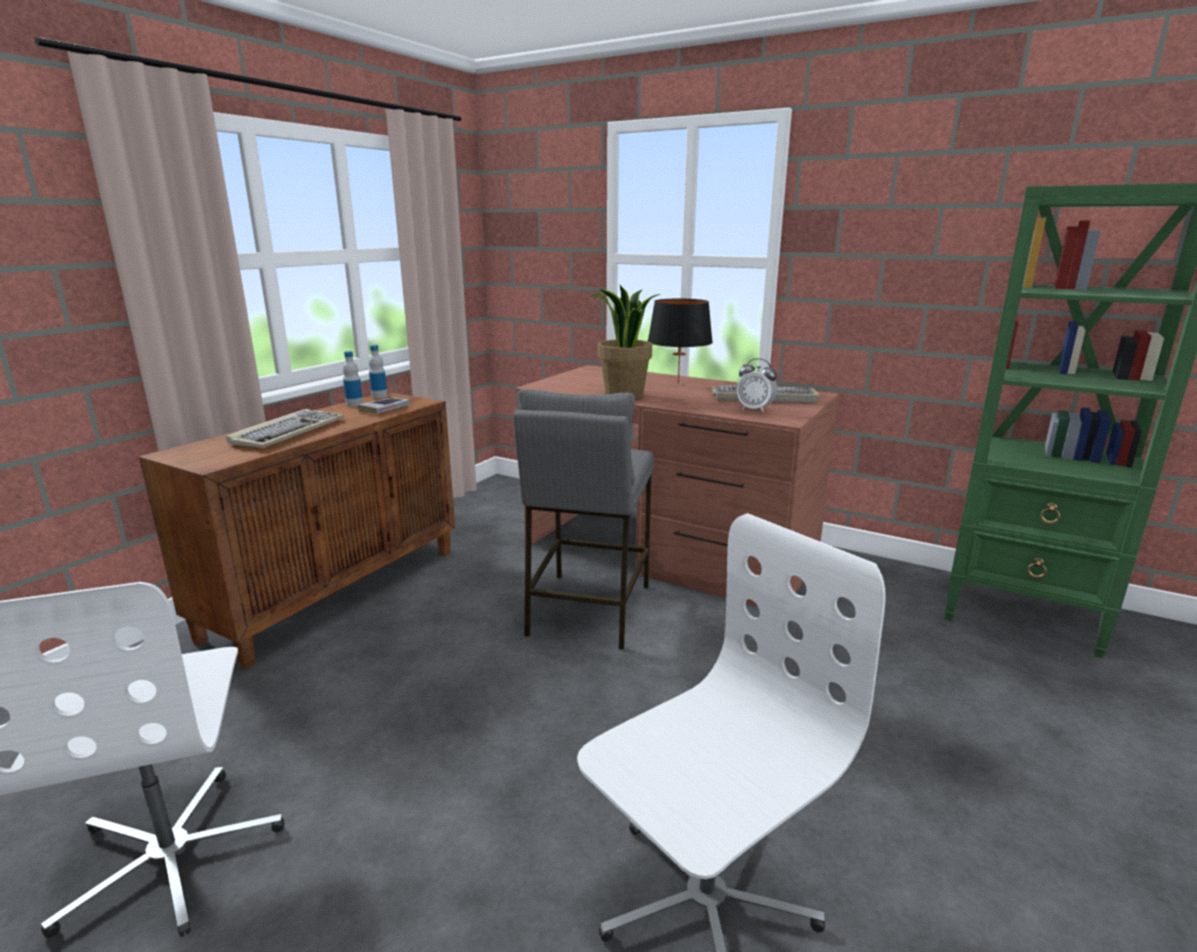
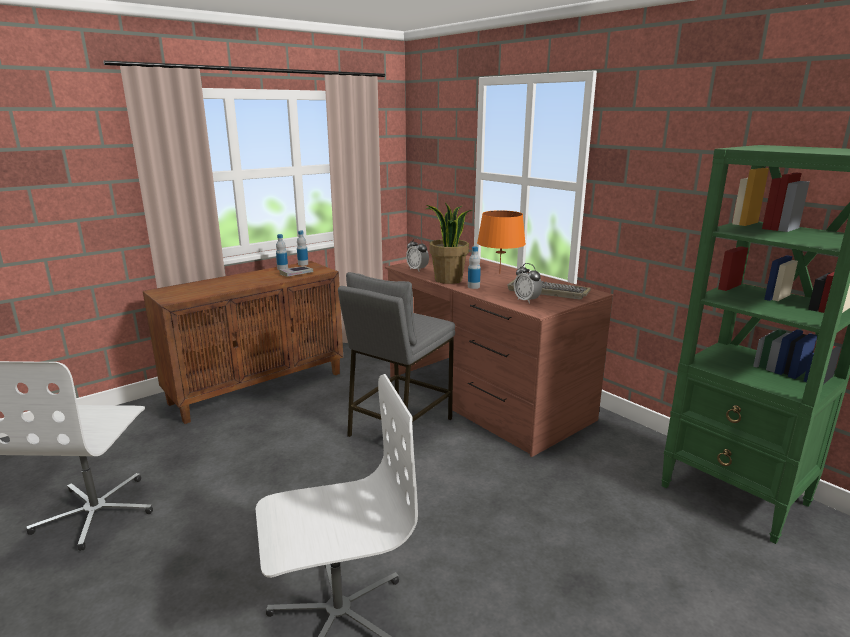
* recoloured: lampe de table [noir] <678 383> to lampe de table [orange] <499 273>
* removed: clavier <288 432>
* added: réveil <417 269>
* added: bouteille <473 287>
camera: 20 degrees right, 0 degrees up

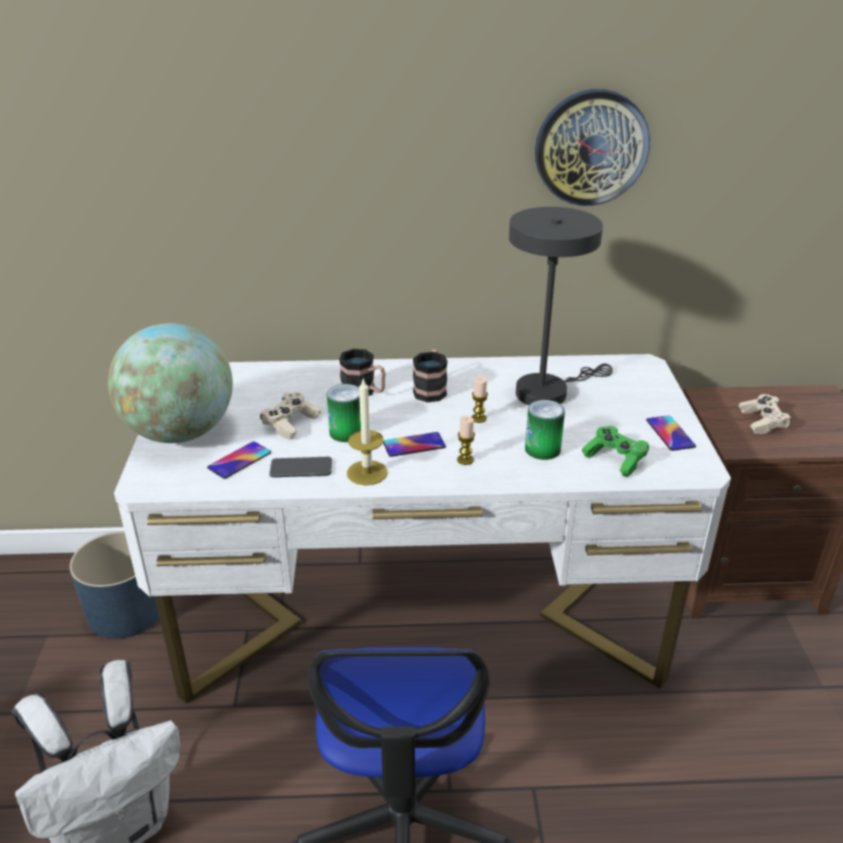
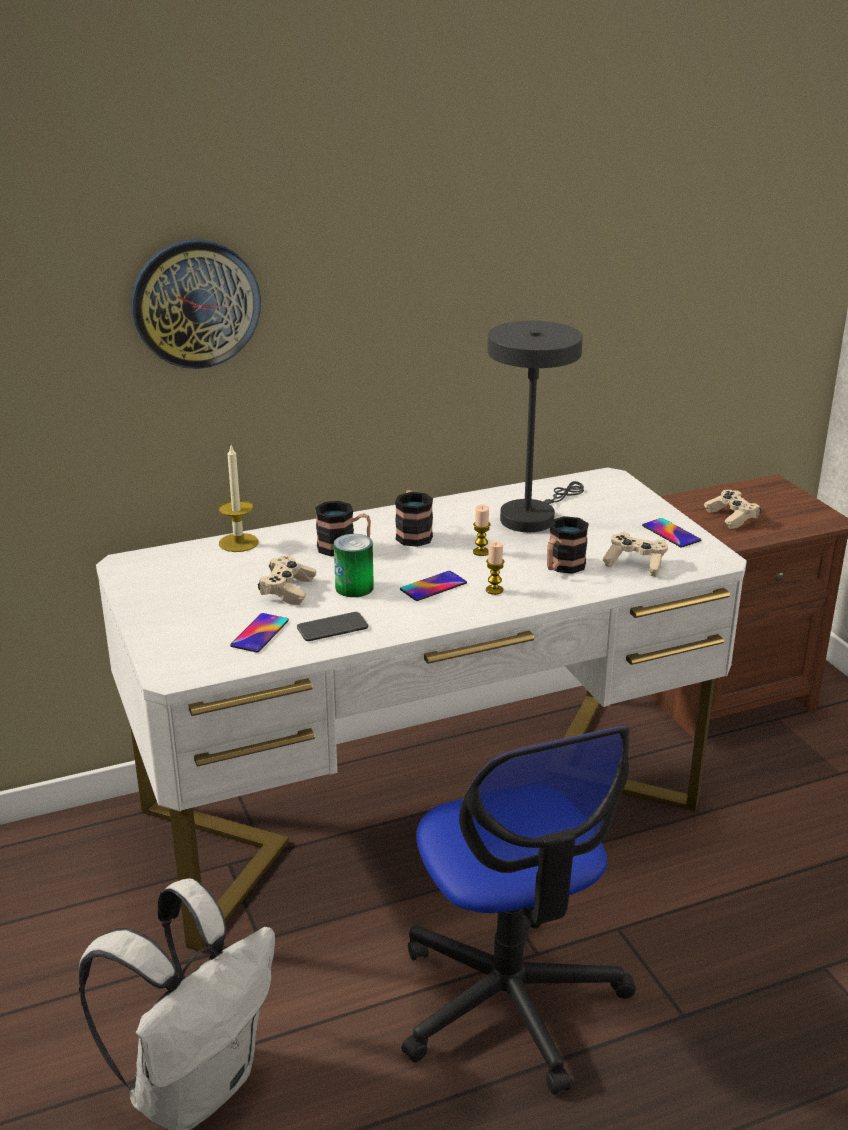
* moved: horloge murale <591 148> to <195 303>
* removed: globe <180 432>
* moved: bougie <367 473> to <238 542>
* replaced: boîte métallique <542 449> to mug <562 567>
* recoloured: manette [vert] <615 459> to manette [beige] <635 564>
* removed: cache-pot [bleu] <126 611>
camera: 20 degrees left, 5 degrees down

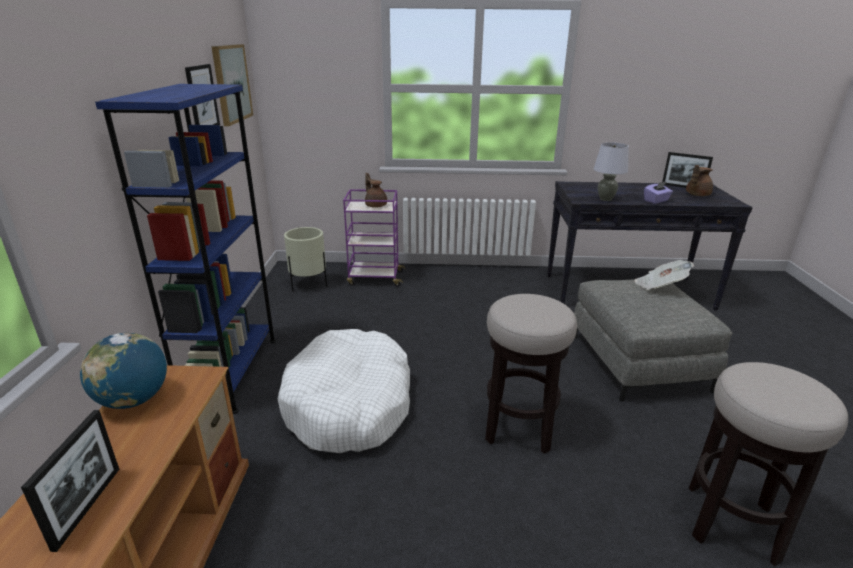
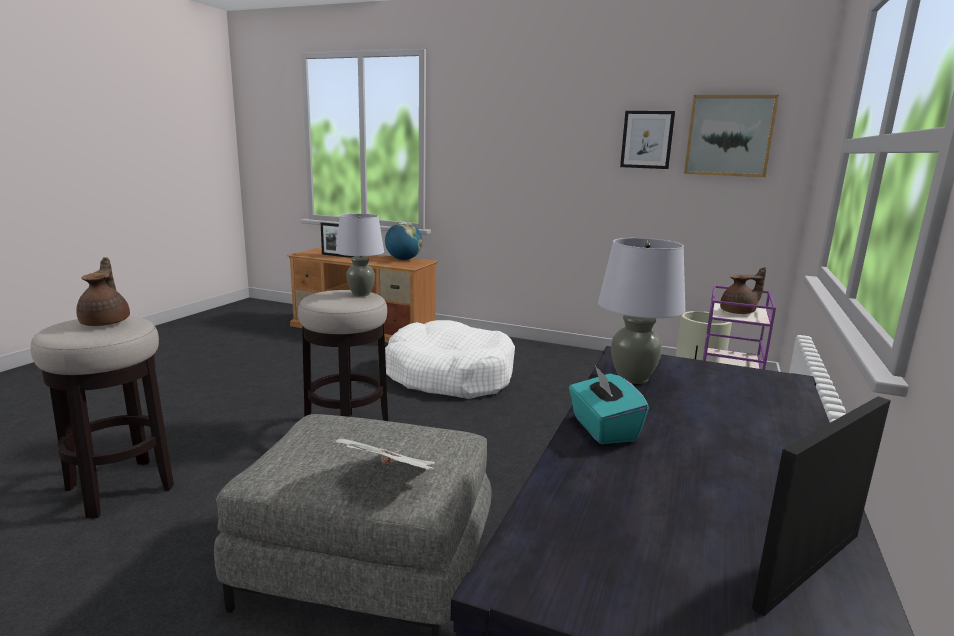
* removed: bibliothèque [bleu] <231 372>
* moved: théière [marron] <696 194> to <106 322>
* recoloured: boîte à mouchoirs [violet] <656 201> to boîte à mouchoirs [turquoise] <602 429>
* added: lampe de table [gris] <361 294>
camera: 110 degrees right, 10 degrees down

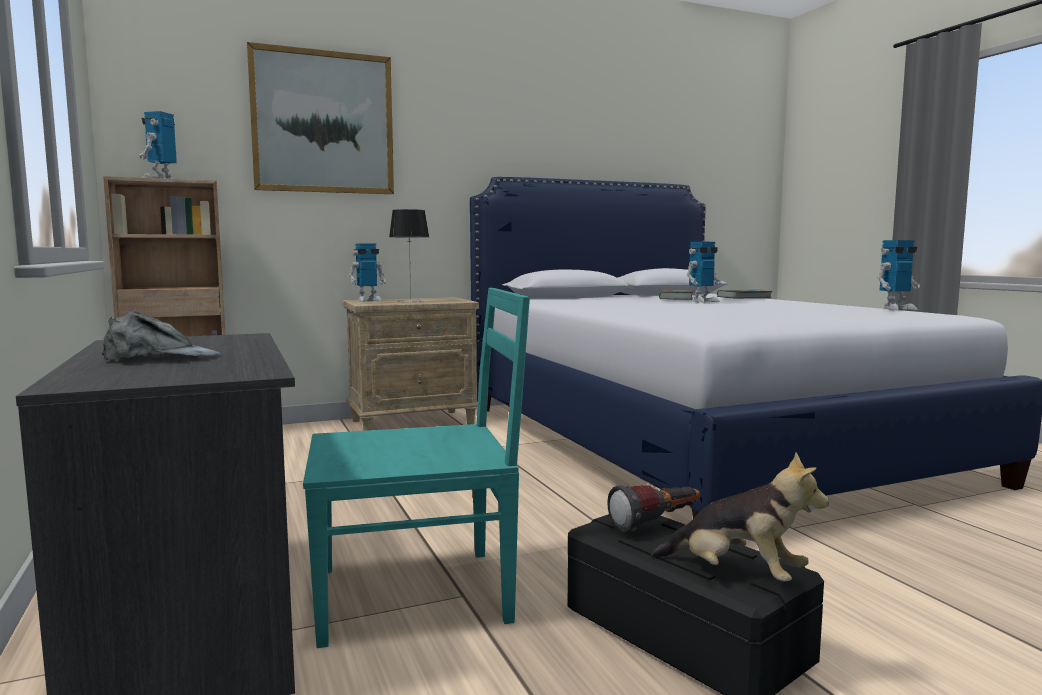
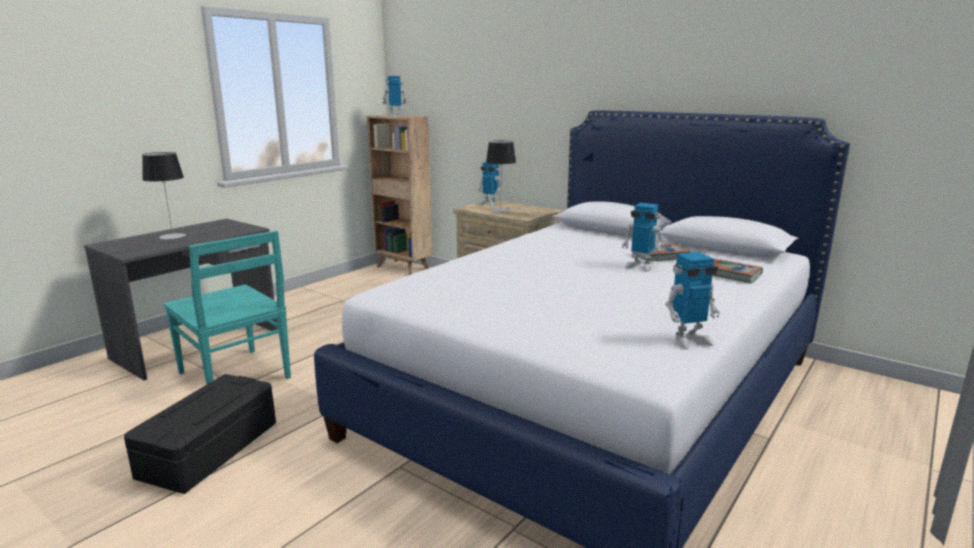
* removed: tableau <323 122>
* turned: robot jouet <896 309> = <689 340> 60 degrees counterclockwise
* replaced: casquette [gris] <163 357> to lampe de table <172 236>
* removed: peluche <737 575>
* removed: lampe de poche <657 524>
camera: 60 degrees right, 10 degrees up

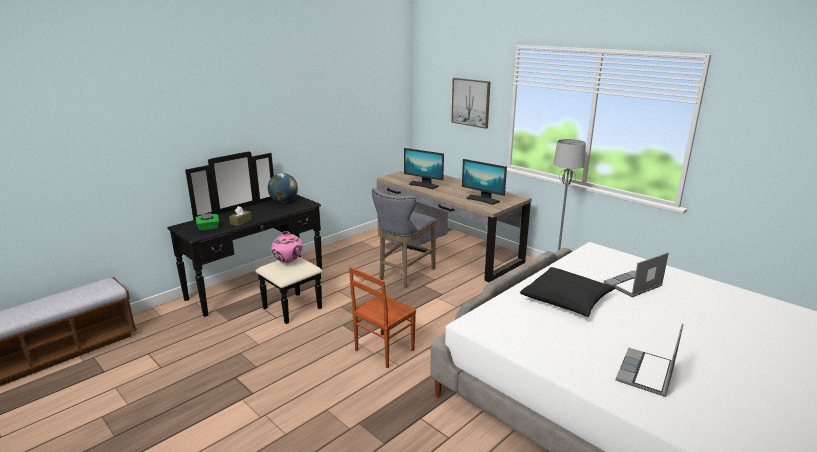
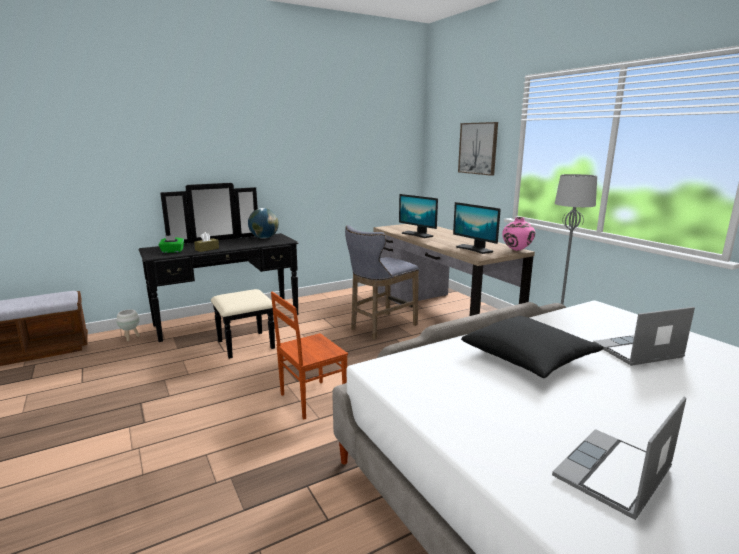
* moved: vase [rose] <288 262> to <517 250>
* added: cache-pot [blanc] <131 338>
camera: 15 degrees right, 5 degrees down

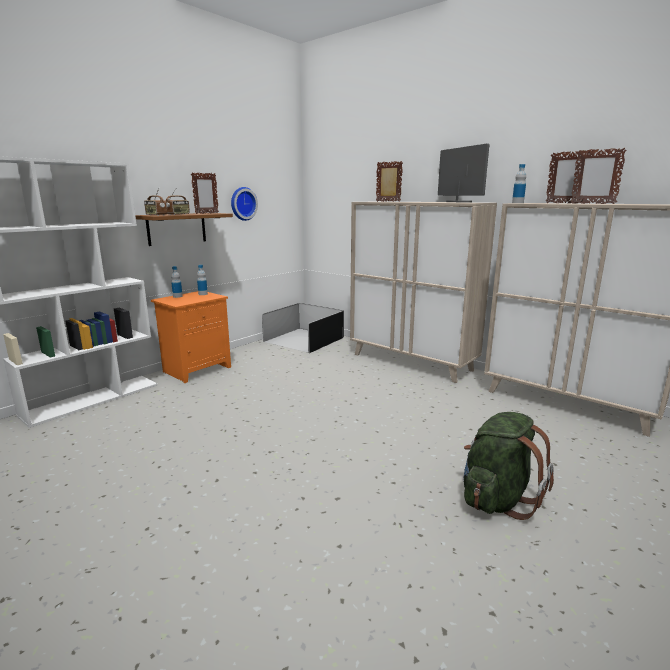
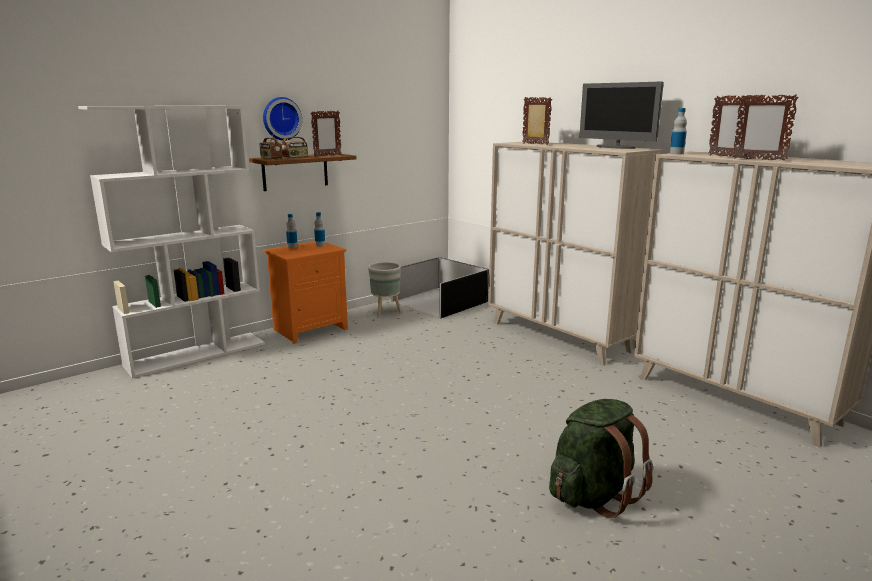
* turned: écran d'ordinateur <458 202> = <616 147> 150 degrees clockwise
* moved: horloge murale <242 203> to <281 118>
* added: cache-pot [gris] <385 313>
camera: 10 degrees right, 0 degrees up

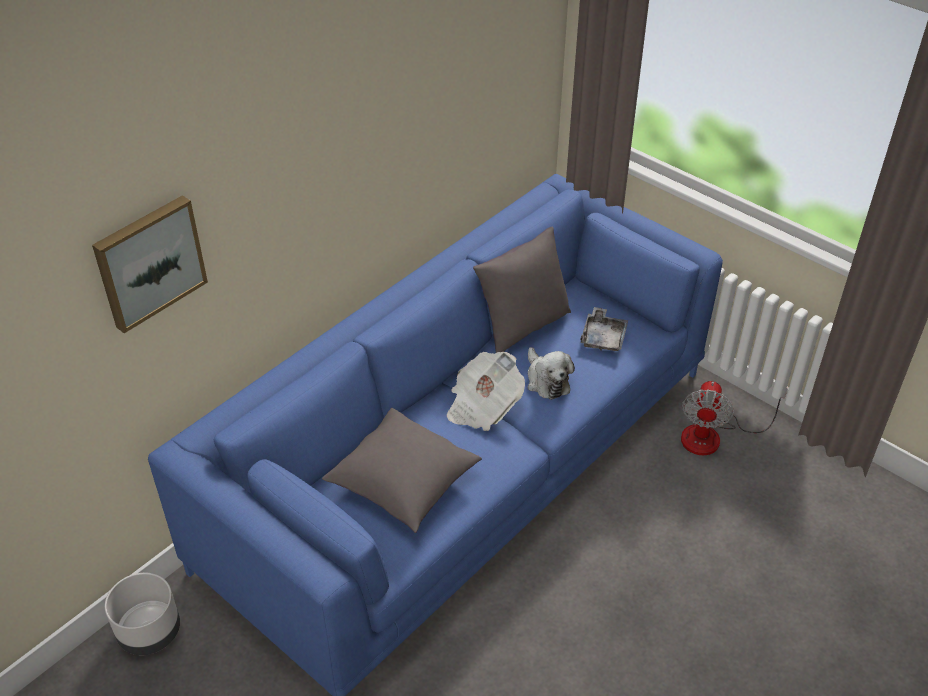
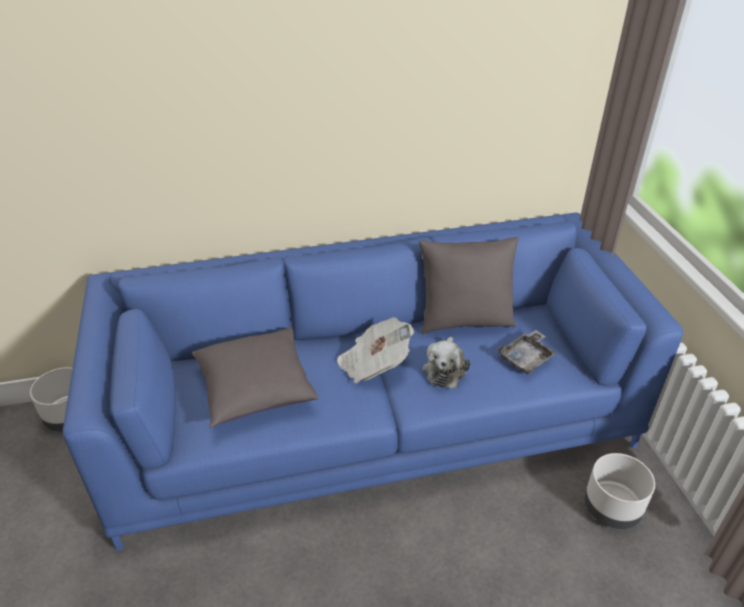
* removed: tableau <149 261>
* replaced: ventilateur <713 436> to cache-pot [gris] <612 509>
camera: 35 degrees right, 5 degrees down

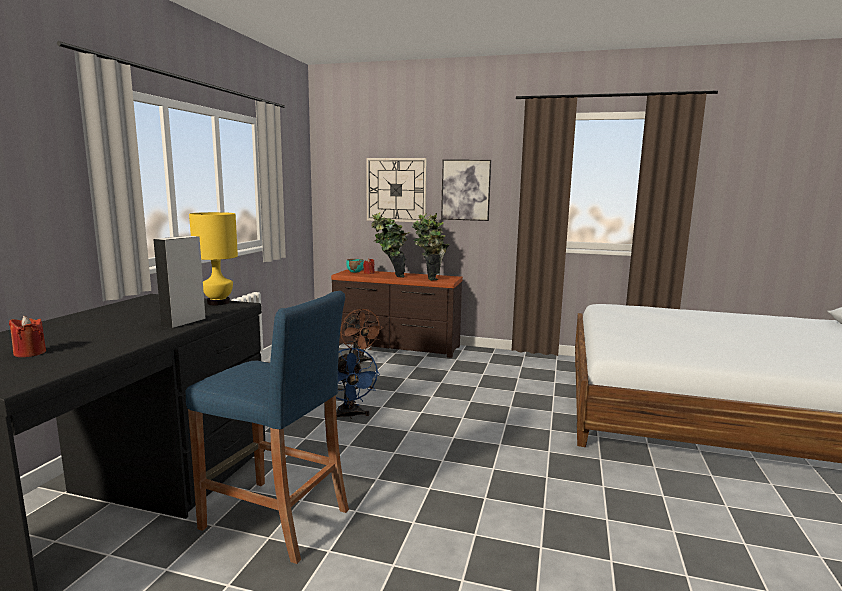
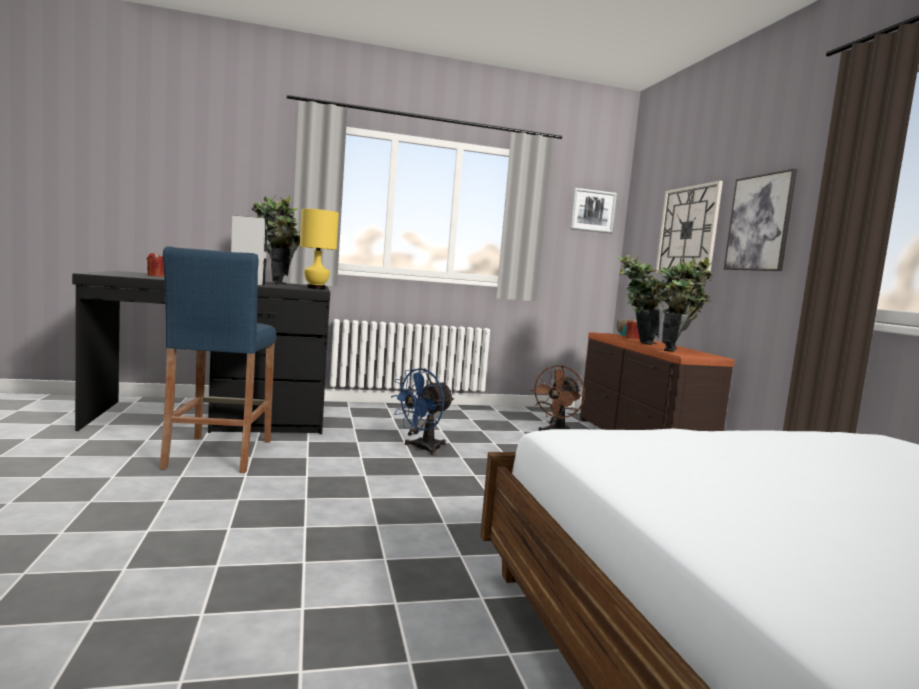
* added: tableau <592 211>
* added: plante en pot <276 283>
camera: 60 degrees right, 5 degrees down

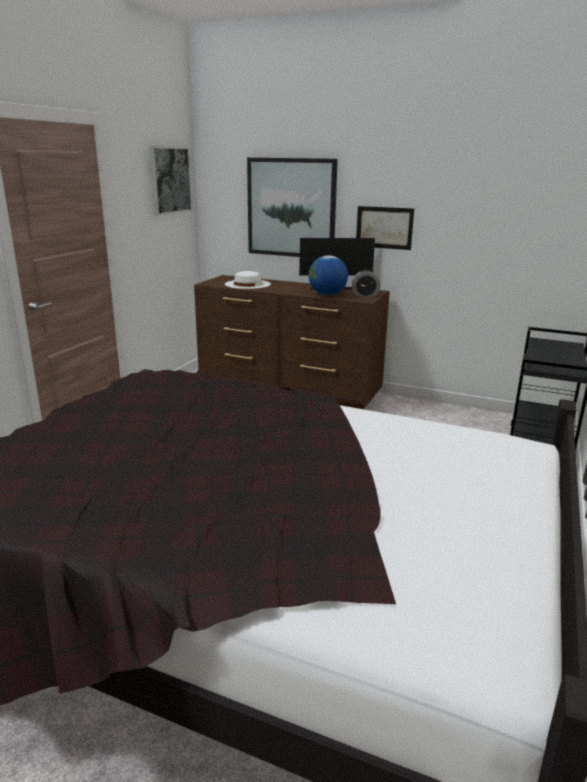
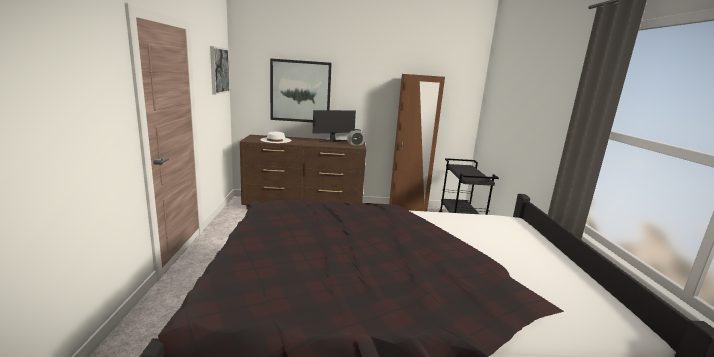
* removed: tableau <384 227>
* removed: globe <327 295>
* added: armoire [marron] <407 209>
camera: 25 degrees left, 5 degrees down

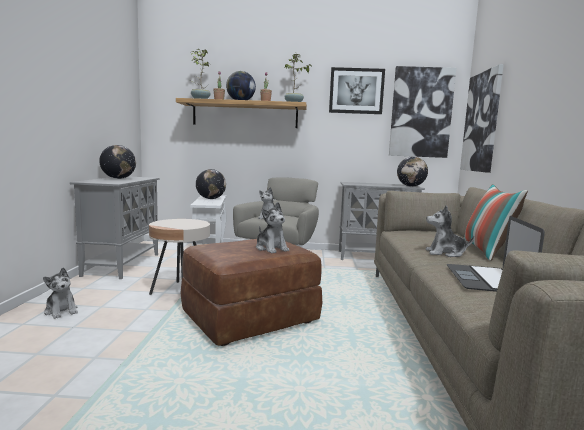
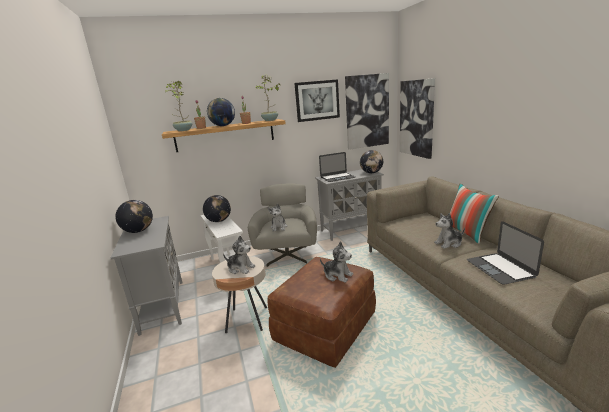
* moved: peluche <61 311> to <240 268>
* added: ordinateur portable <337 177>
camera: 20 degrees left, 10 degrees up

